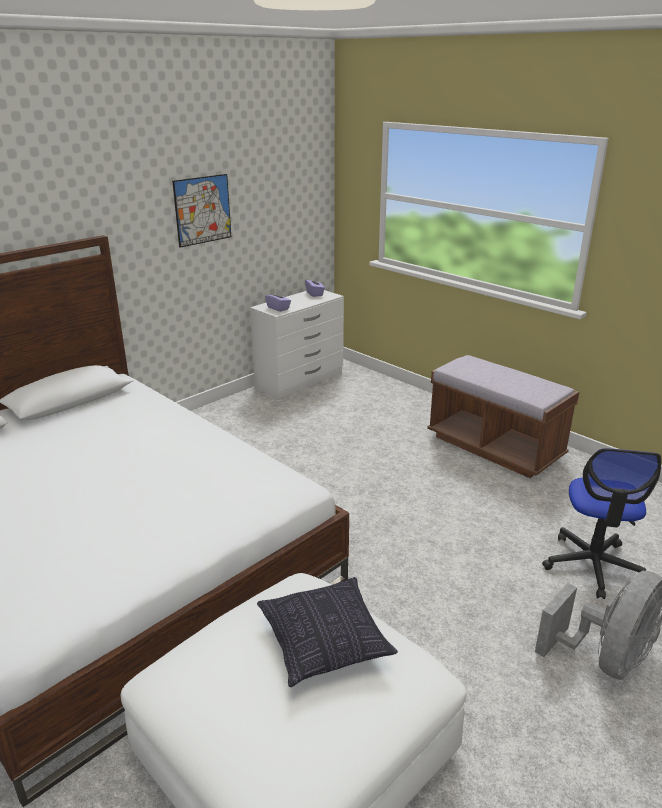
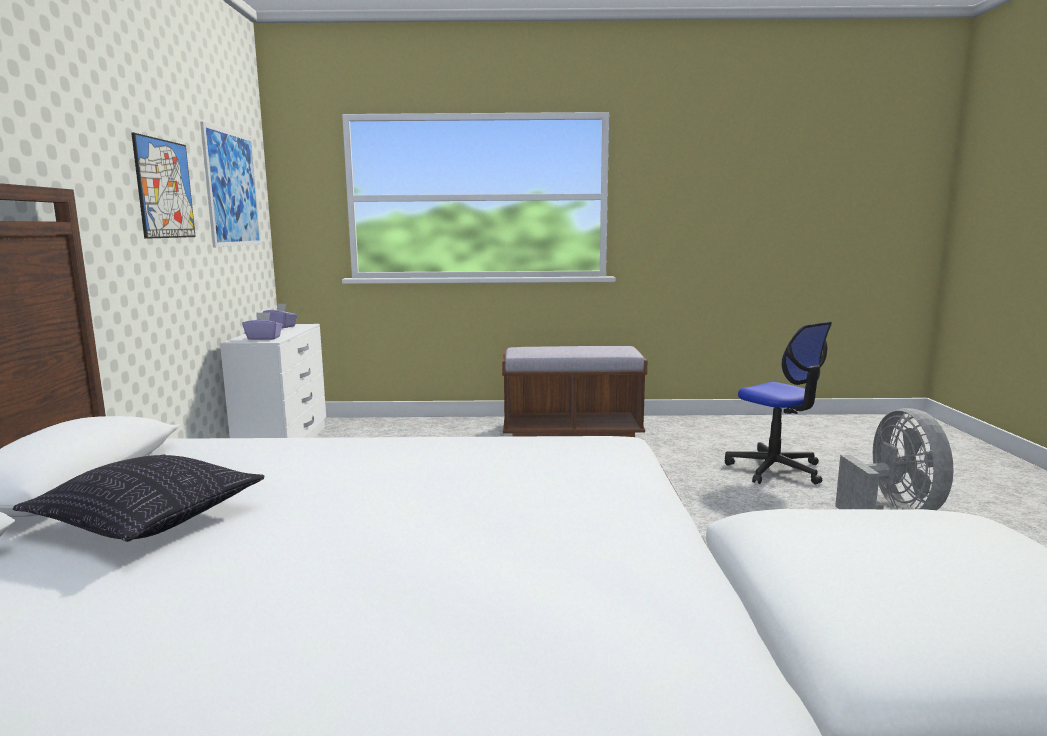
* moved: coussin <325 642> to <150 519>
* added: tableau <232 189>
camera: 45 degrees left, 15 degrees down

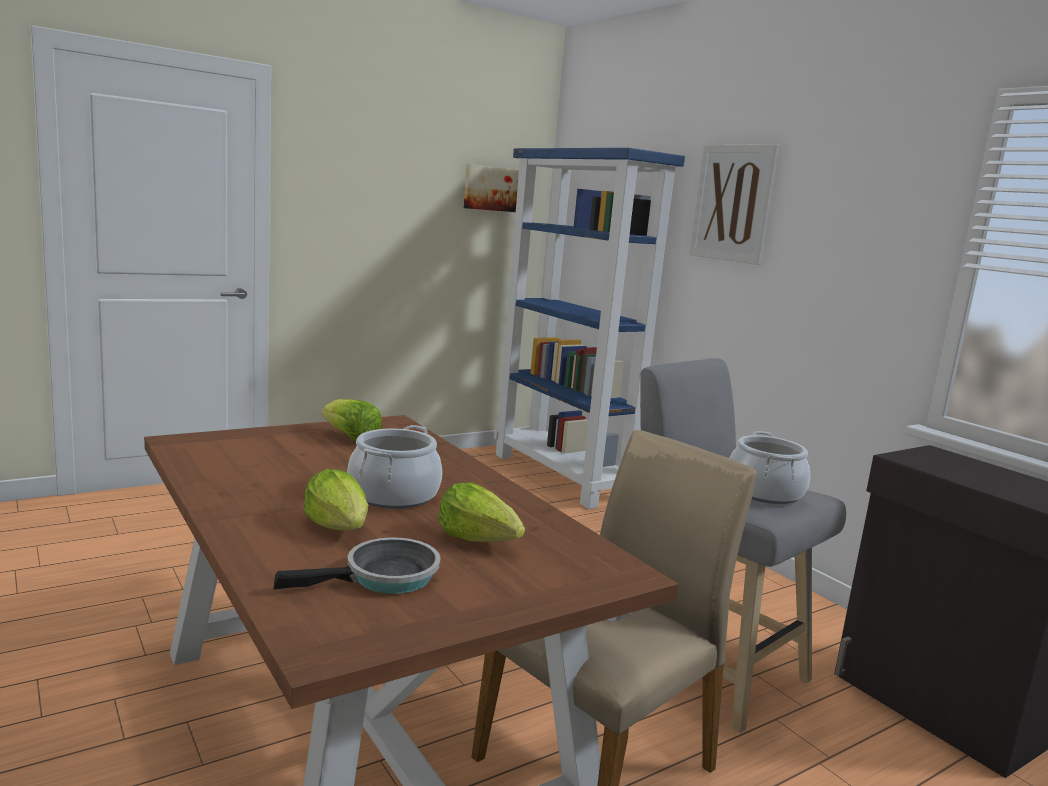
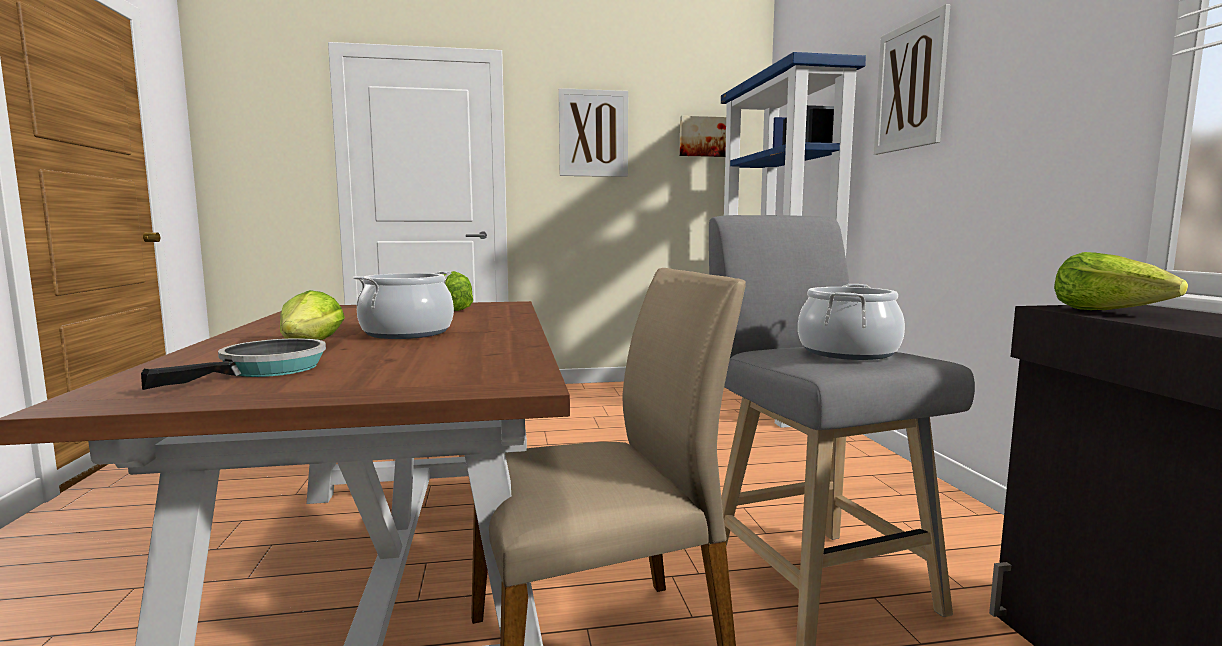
* moved: laitue <479 539> to <1109 311>
* turned: poêle <384 578> = <267 370> 60 degrees counterclockwise
* added: tableau <593 133>
camera: 25 degrees right, 5 degrees down

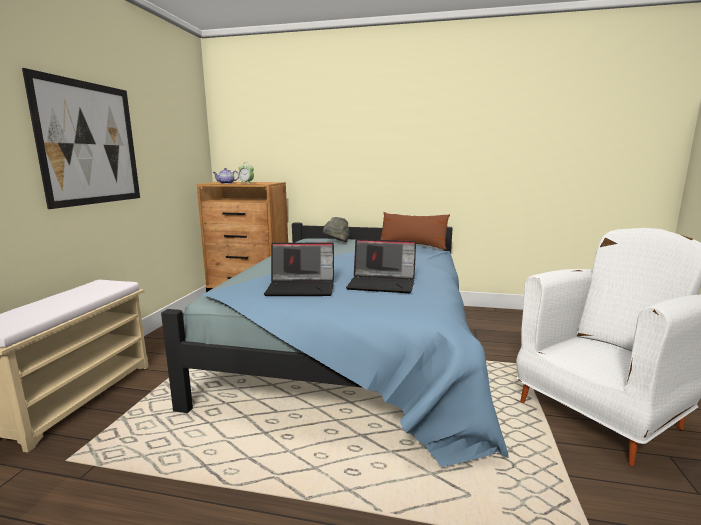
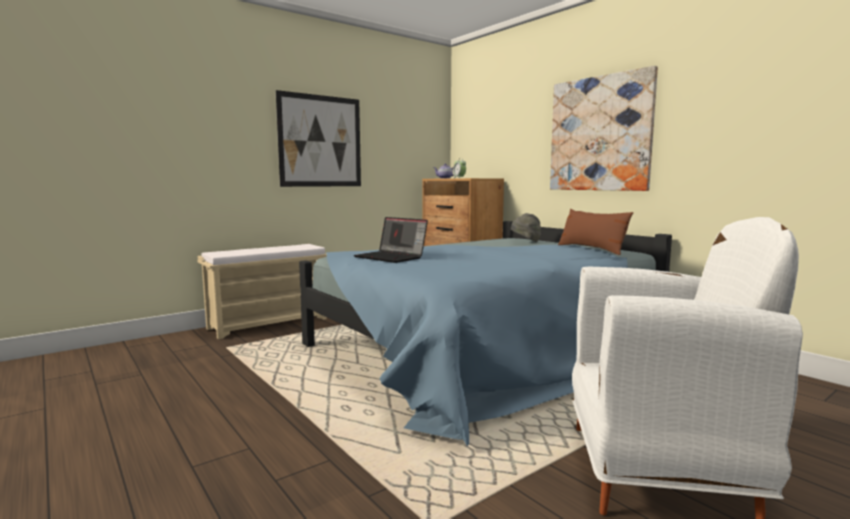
* removed: ordinateur portable <382 284>
* added: tableau <599 134>
camera: 40 degrees right, 5 degrees down

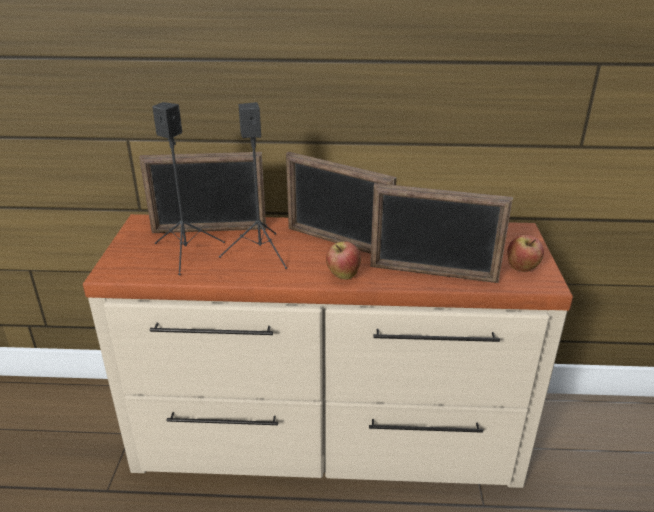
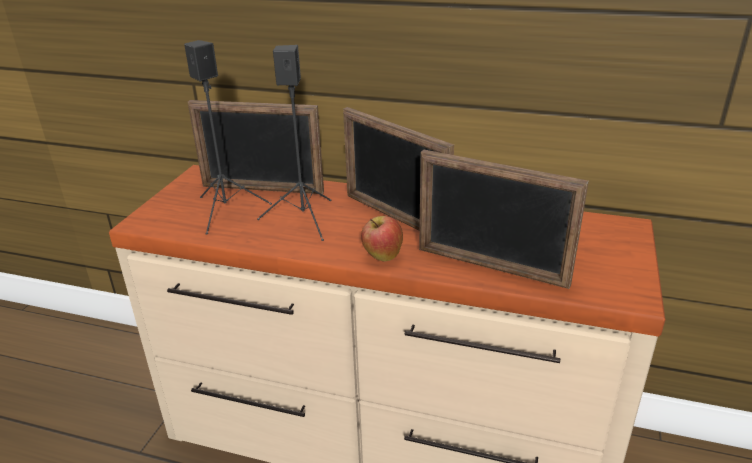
* removed: pomme <522 269>
camera: 15 degrees right, 0 degrees up

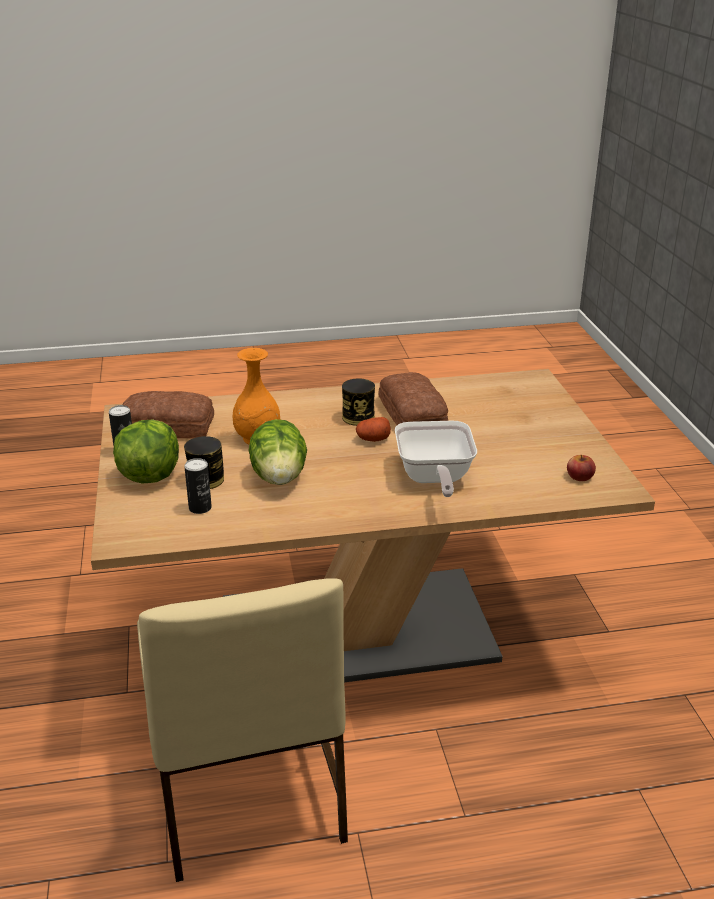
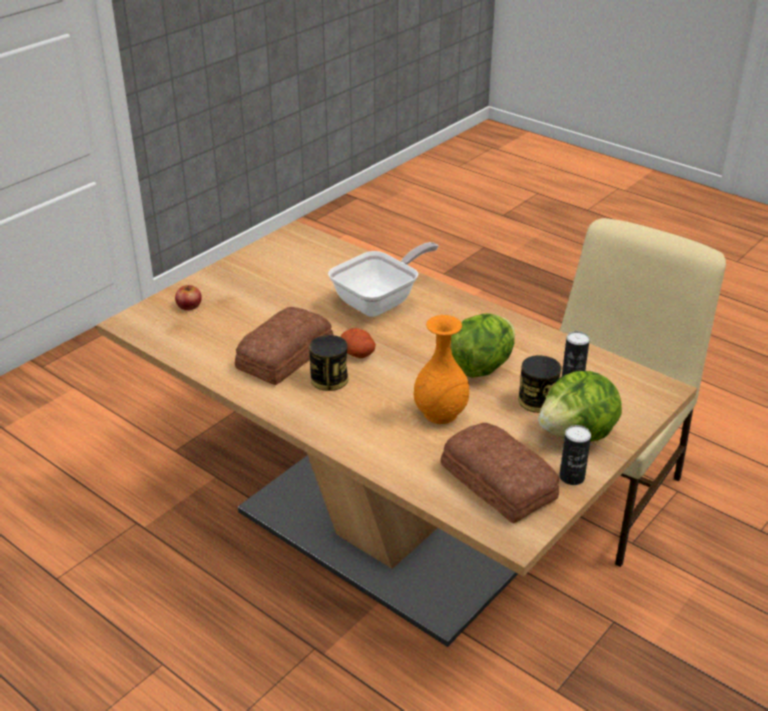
* moved: pomme <580 476> to <189 305>
camera: 130 degrees left, 5 degrees up

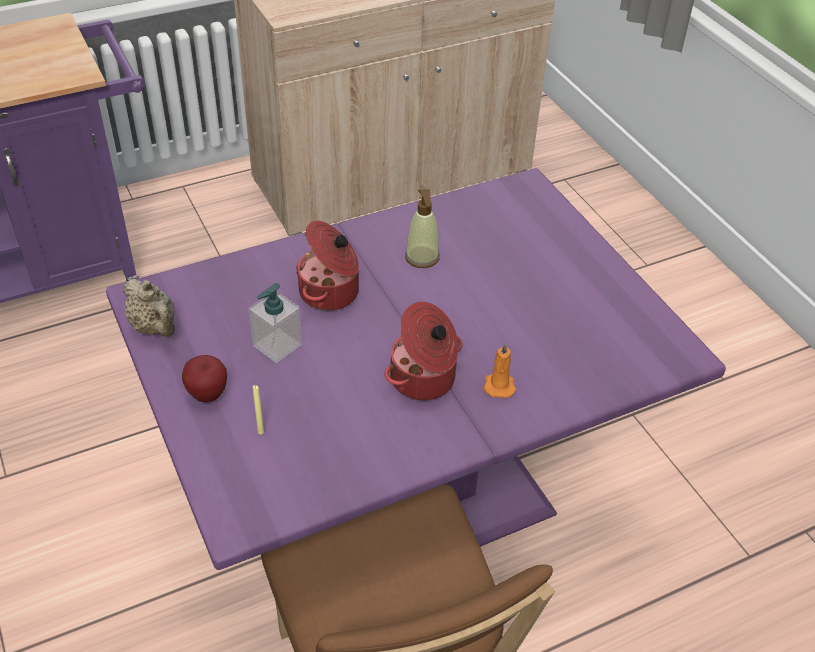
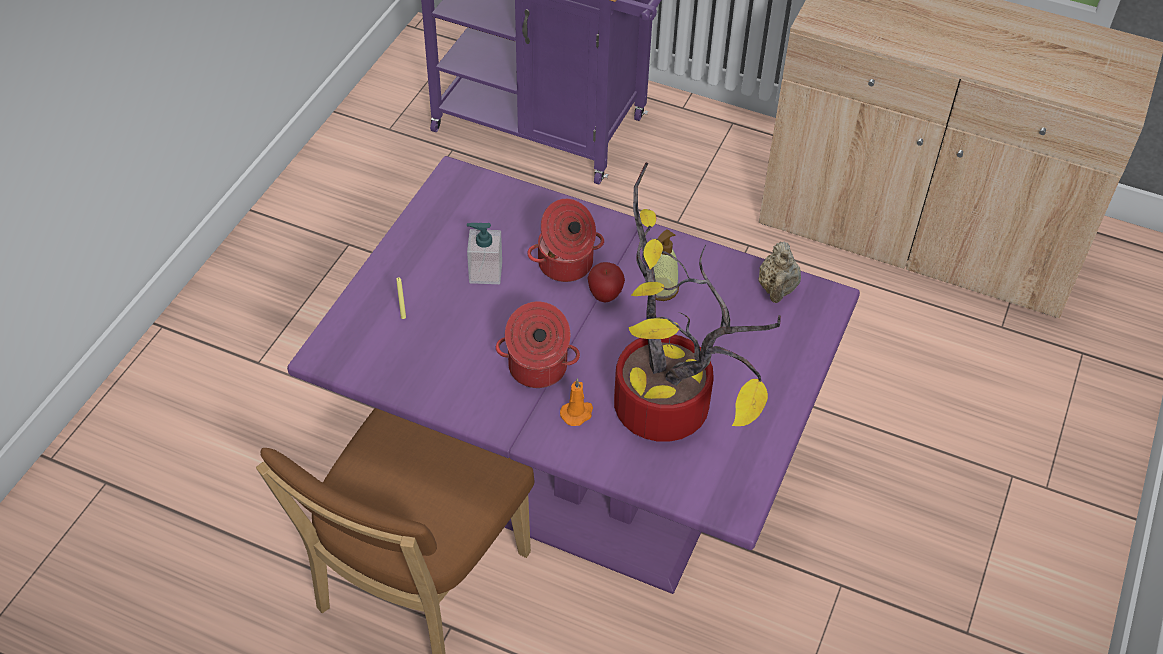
* moved: théière [beige] <155 328> to <777 289>
* moved: pomme <207 394> to <605 296>
* added: plante en pot <670 408>
camera: 50 degrees right, 5 degrees up

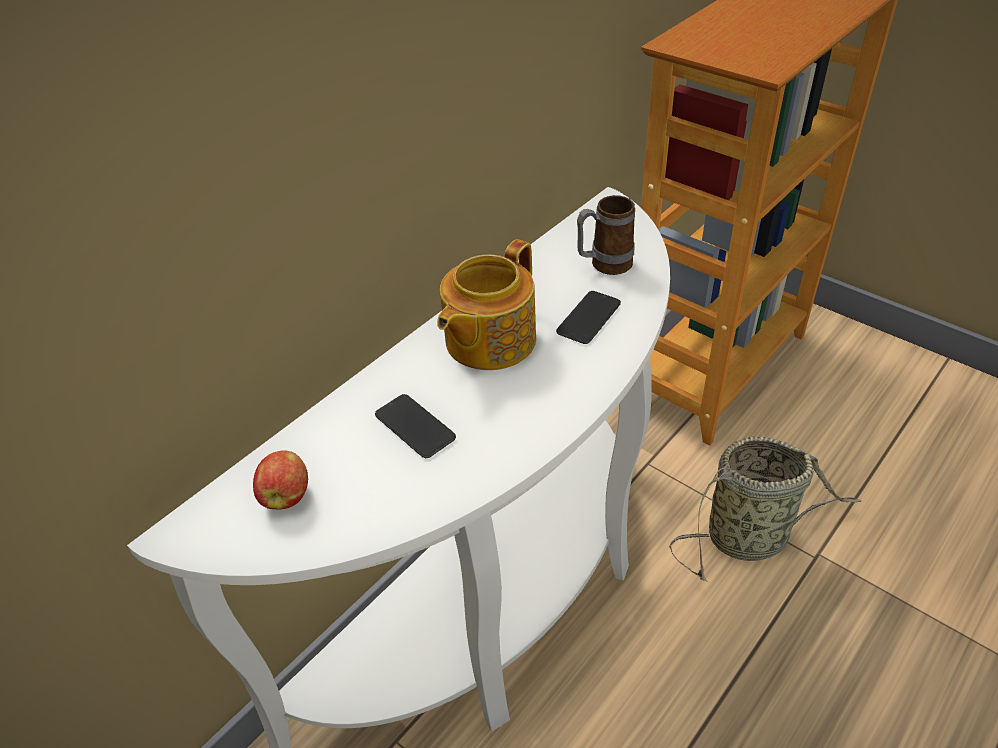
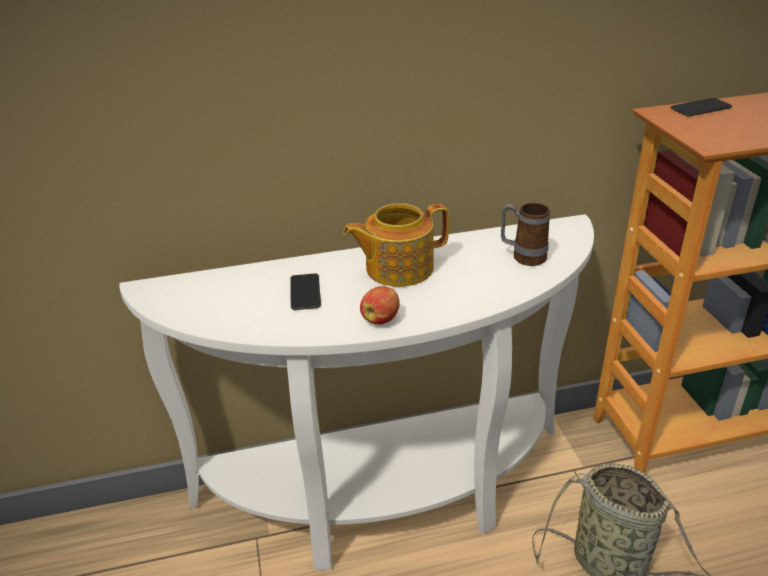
* moved: téléphone <588 318> to <700 108>
* moved: pomme <286 495> to <381 319>
camera: 35 degrees right, 10 degrees down

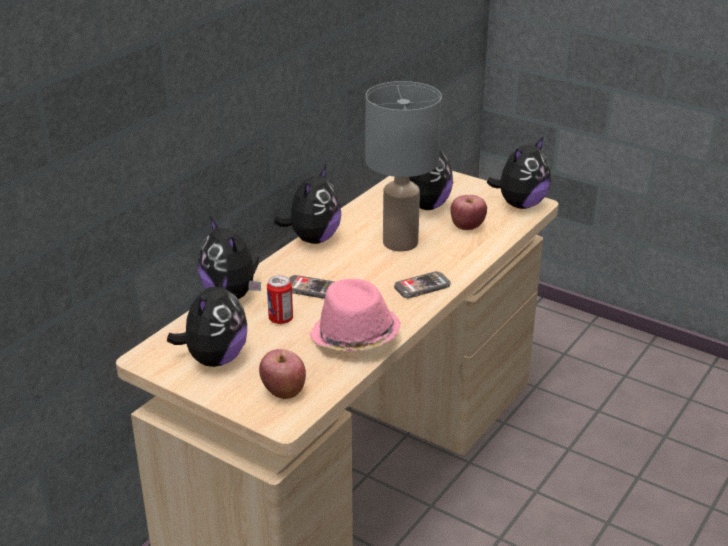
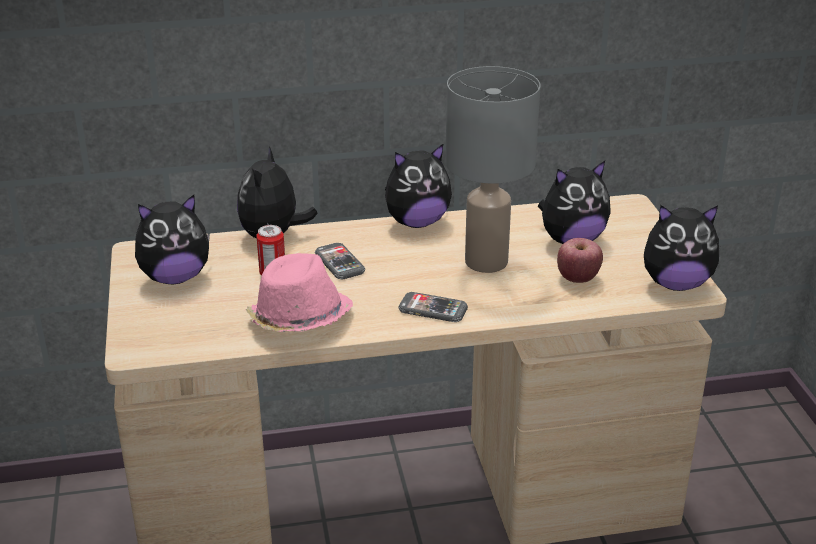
* removed: pomme <283 391>
camera: 45 degrees right, 0 degrees up

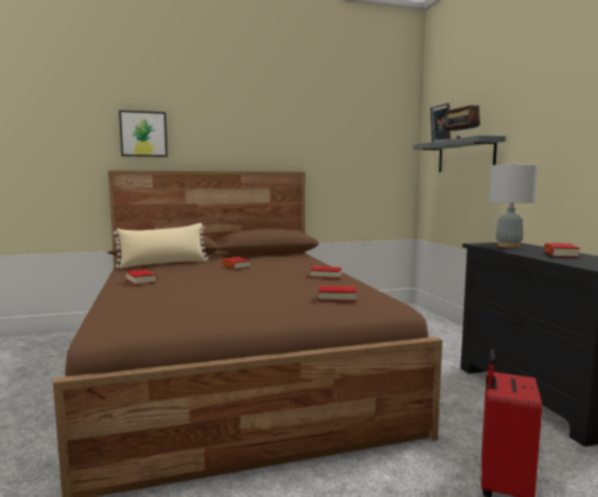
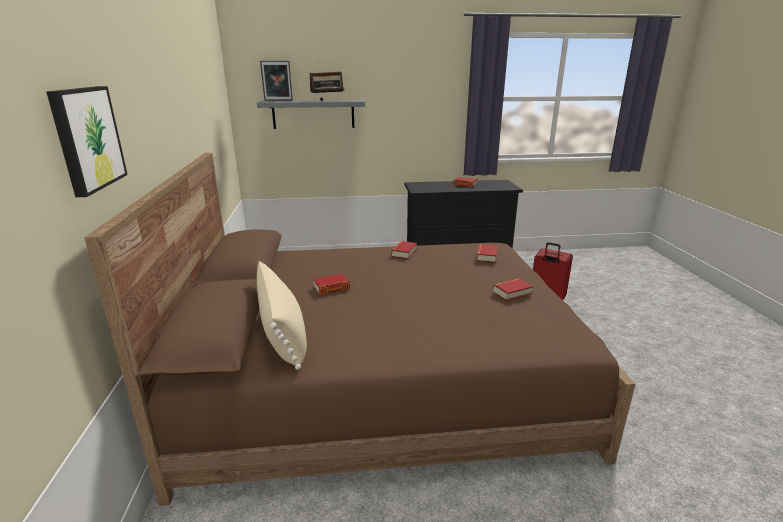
* removed: lampe de table [gris] <508 246>
* moved: livre <141 281> to <512 292>
camera: 80 degrees left, 15 degrees up

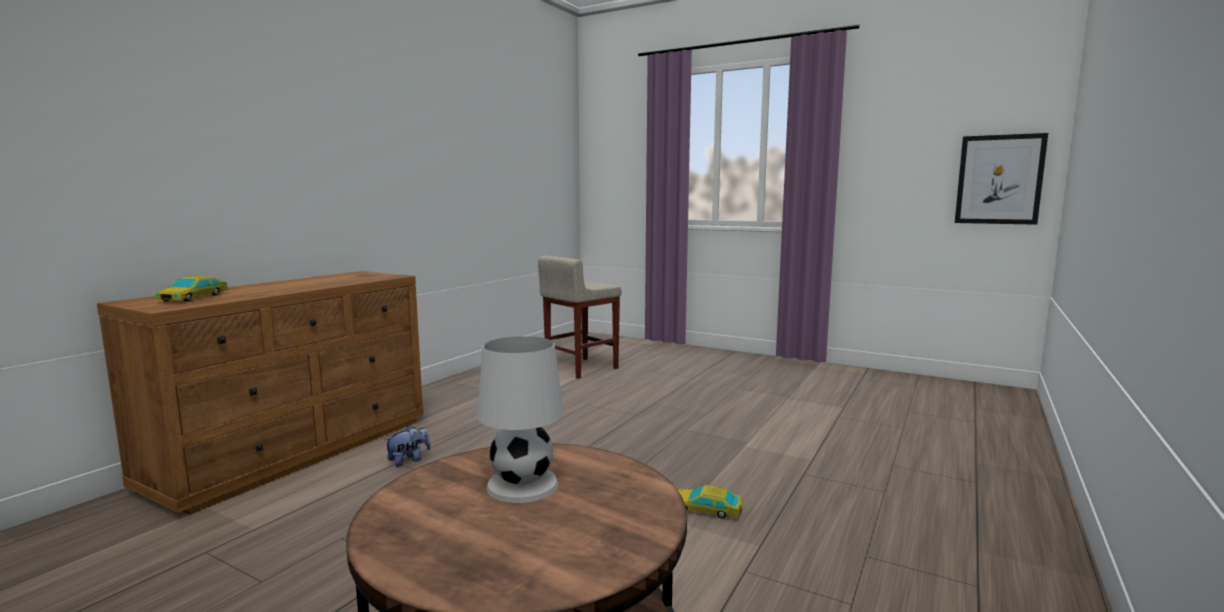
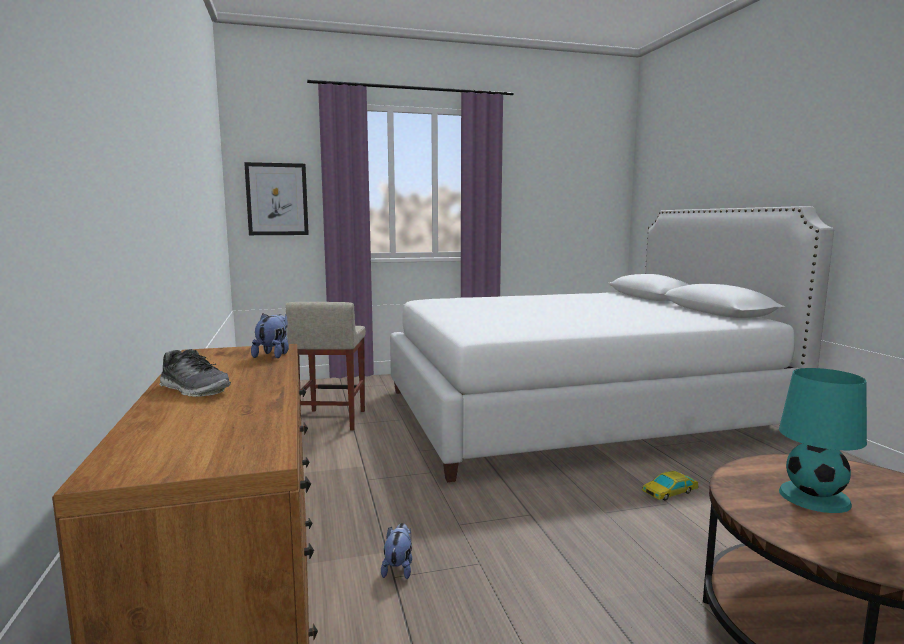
* moved: tableau <999 179> to <277 199>
* removed: petite voiture <193 297>
* recoloured: lampe de table [blanc] <522 485> to lampe de table [turquoise] <813 497>
* added: lit [blanc] <574 412>
* added: peluche <273 355>
* added: chaussure <194 389>
camera: 45 degrees left, 0 degrees up

